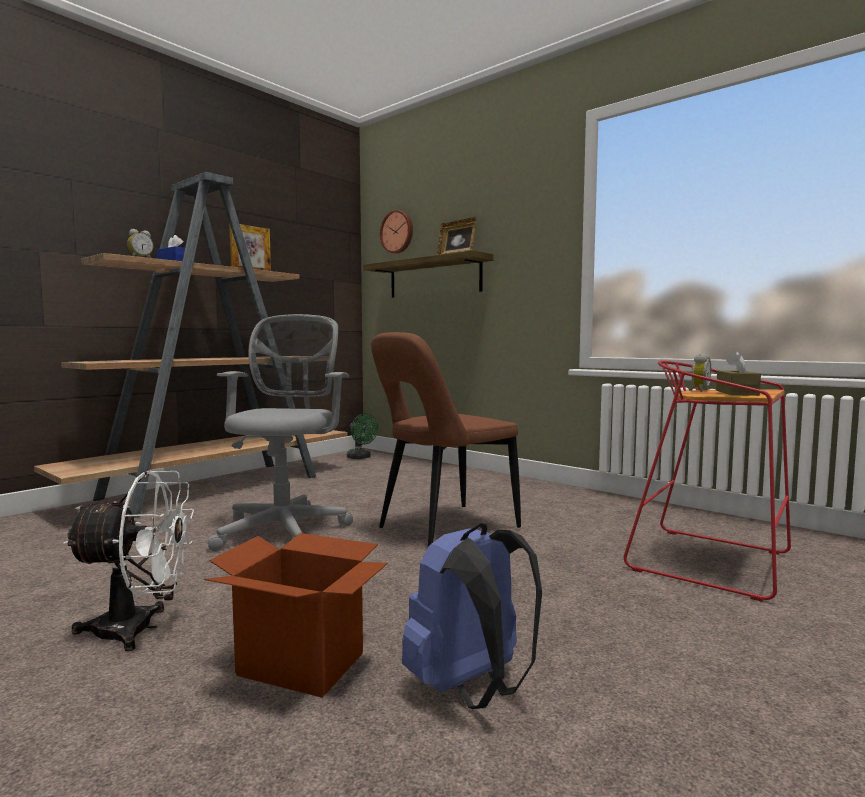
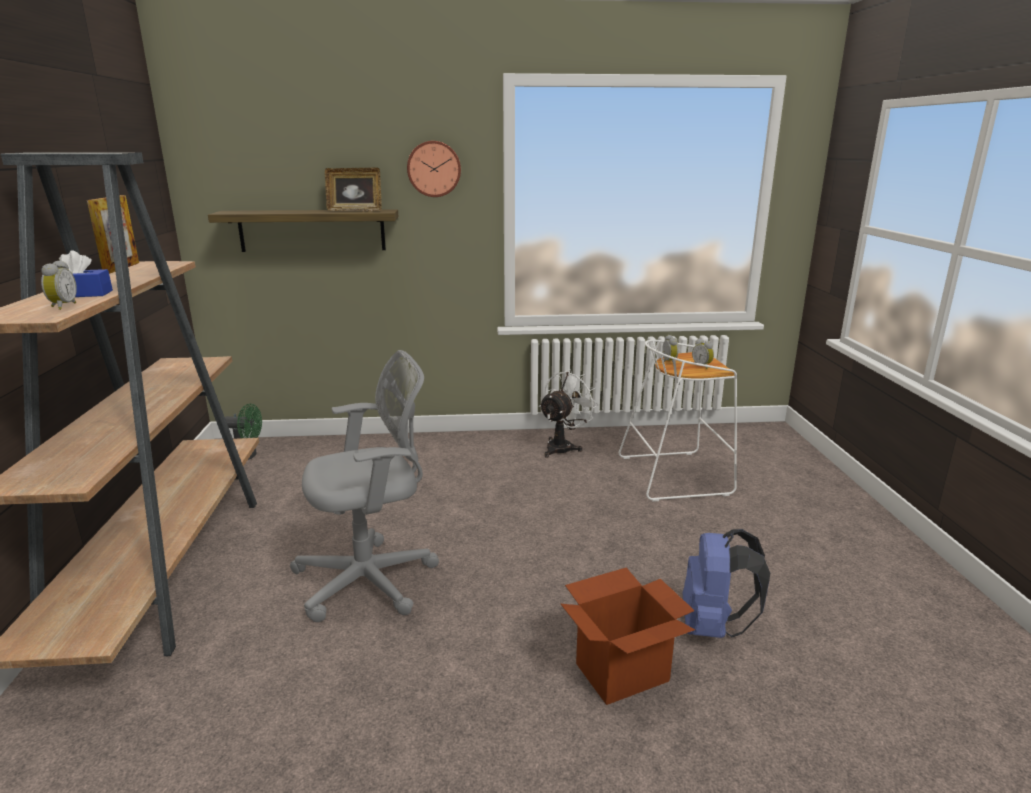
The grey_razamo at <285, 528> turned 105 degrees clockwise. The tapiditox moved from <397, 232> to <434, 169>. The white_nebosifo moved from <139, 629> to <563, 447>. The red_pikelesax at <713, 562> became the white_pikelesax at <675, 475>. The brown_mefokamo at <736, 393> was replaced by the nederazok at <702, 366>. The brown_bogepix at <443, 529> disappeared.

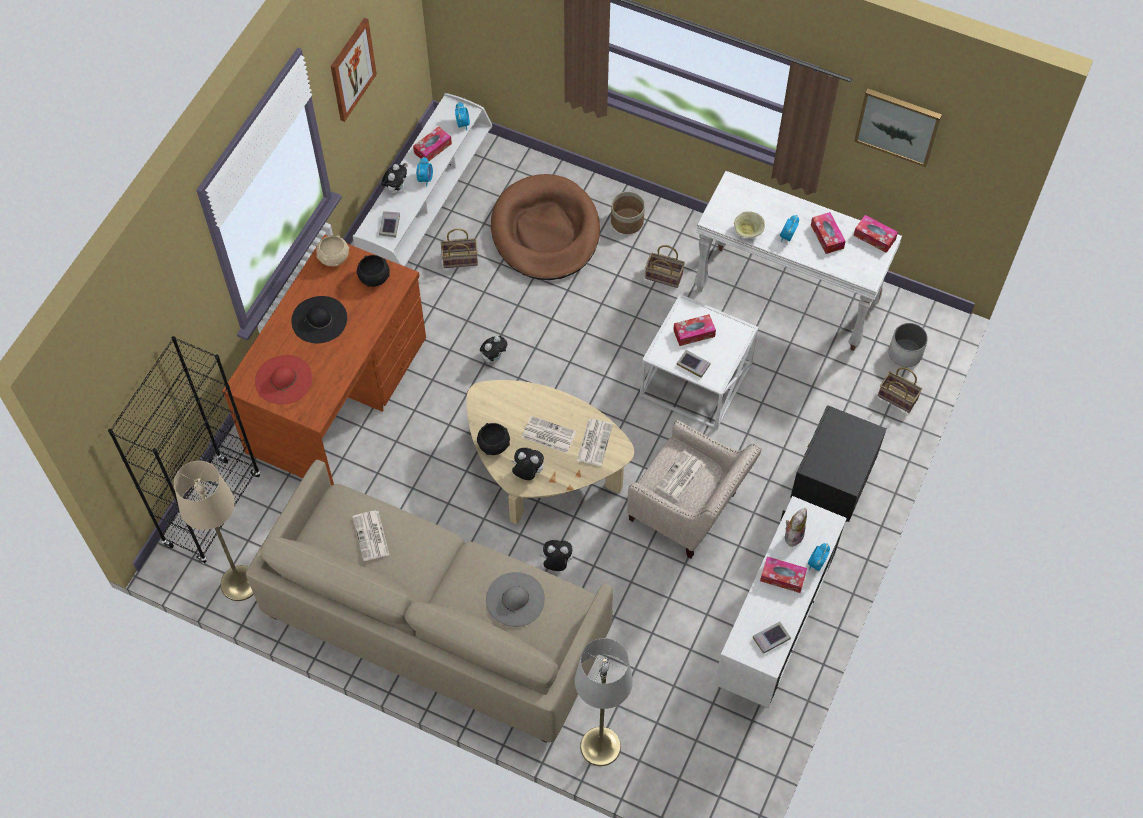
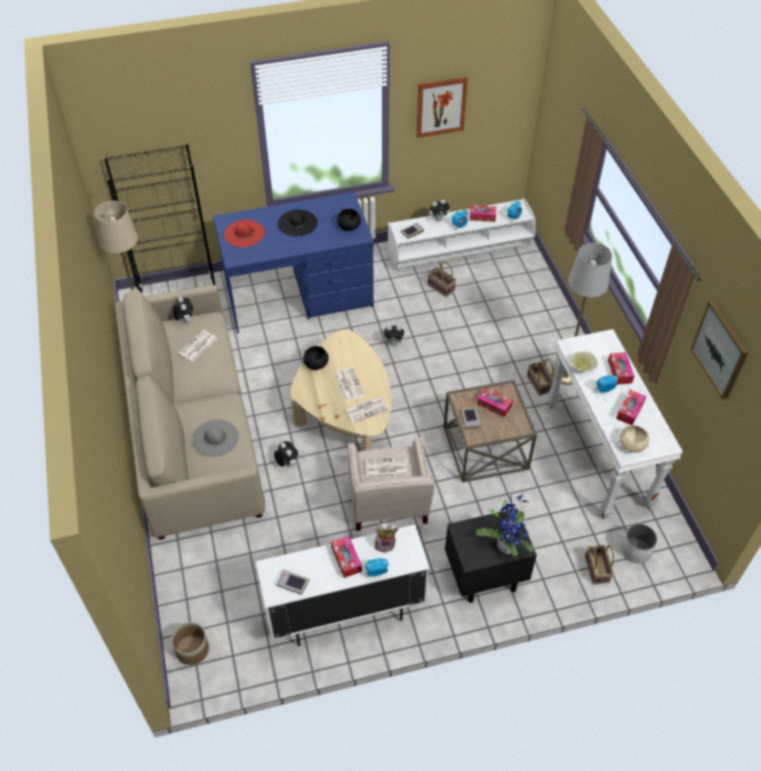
The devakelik moved from <626, 221> to <192, 649>. The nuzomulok moved from <527, 473> to <185, 320>. The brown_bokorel at <338, 395> became the blue_bokorel at <299, 295>. The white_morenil at <696, 379> became the brown_morenil at <486, 448>. The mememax at <506, 544> appeared. The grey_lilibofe moved from <600, 746> to <566, 374>. The mefokamo moved from <874, 237> to <619, 371>. The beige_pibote moved from <333, 257> to <631, 445>. The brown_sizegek at <545, 231> disappeared.

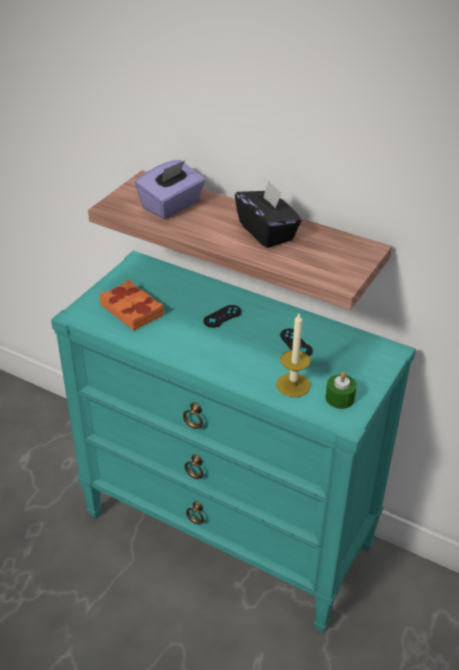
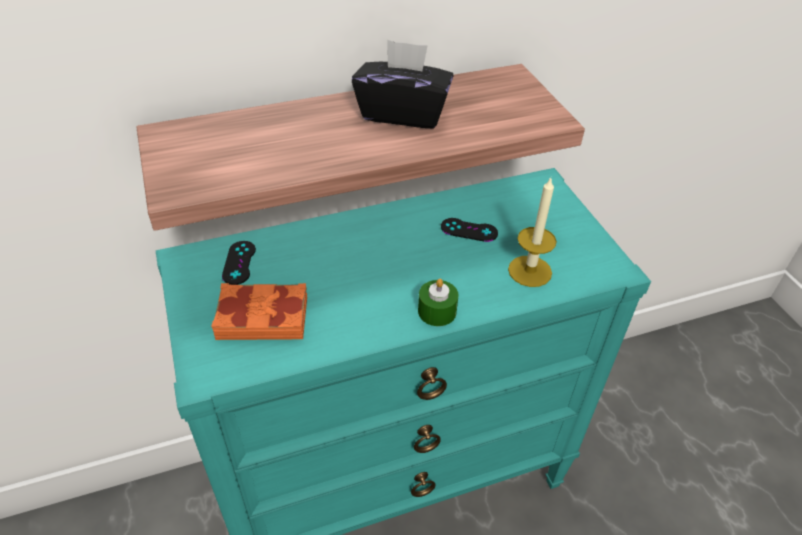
The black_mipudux moved from <222, 316> to <239, 262>. The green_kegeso moved from <340, 398> to <437, 311>. The purple_mefokamo at <172, 205> disappeared.

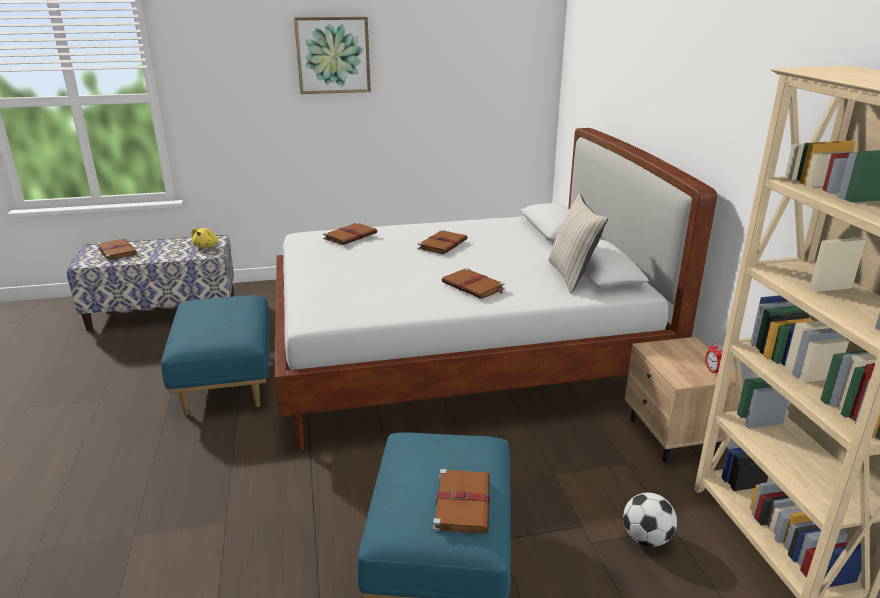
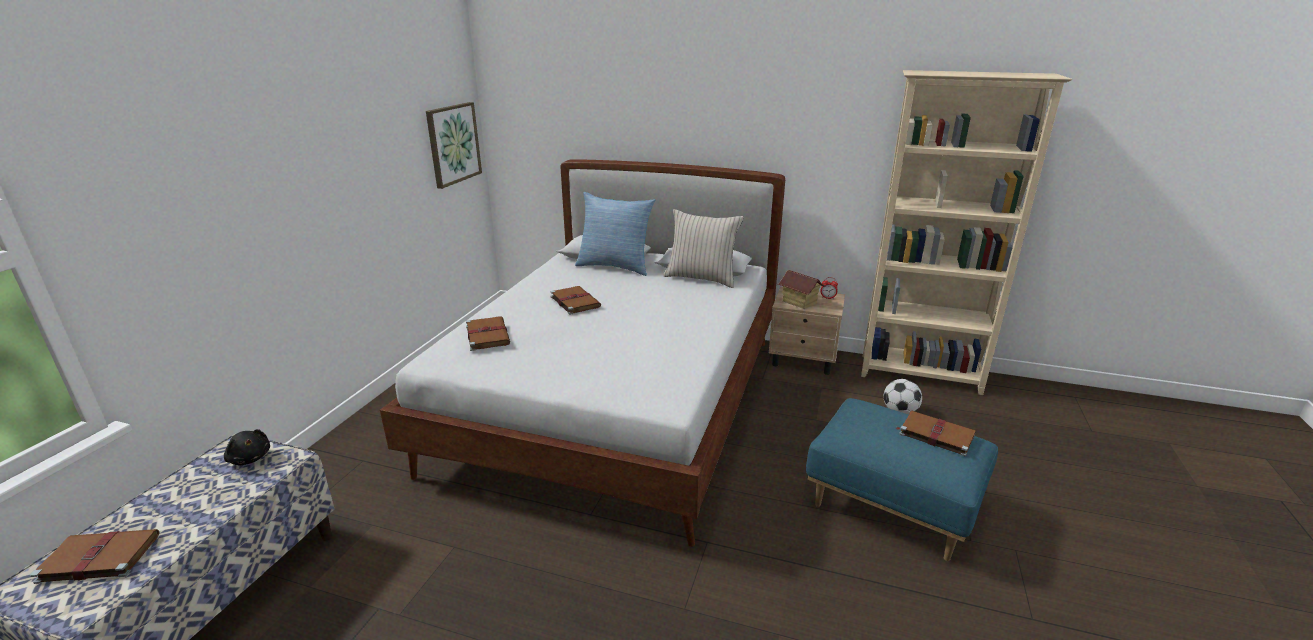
The yellow_nuzomulok at <206, 246> became the black_nuzomulok at <250, 458>. The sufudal moved from <333, 55> to <453, 144>. The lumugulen at <615, 266> appeared. The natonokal at <799, 302> appeared. The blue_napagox at <228, 381> disappeared. The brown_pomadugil at <474, 286> disappeared.

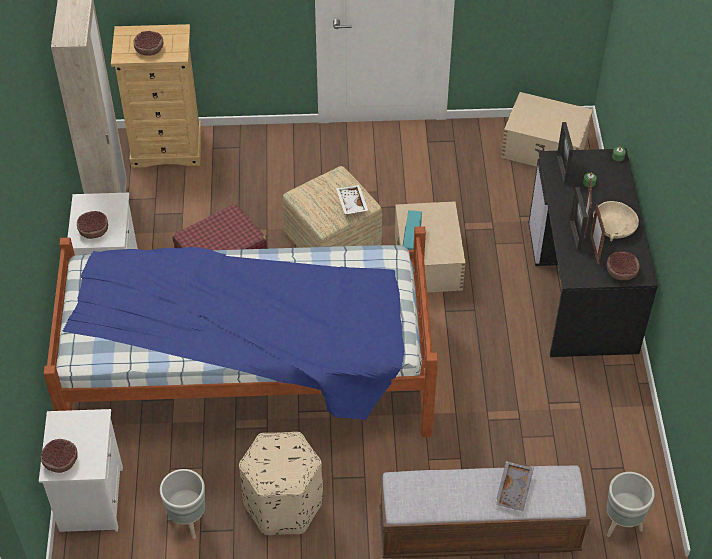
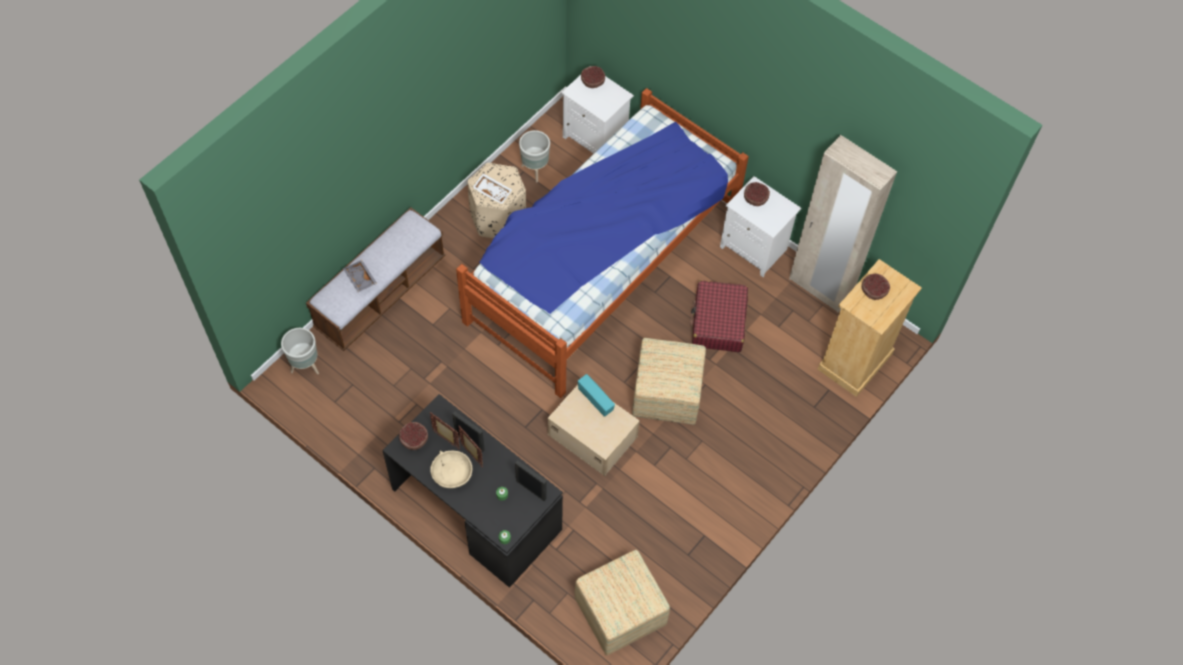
The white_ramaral moved from <351, 203> to <492, 191>. The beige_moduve at <545, 148> was replaced by the napagox at <619, 613>.

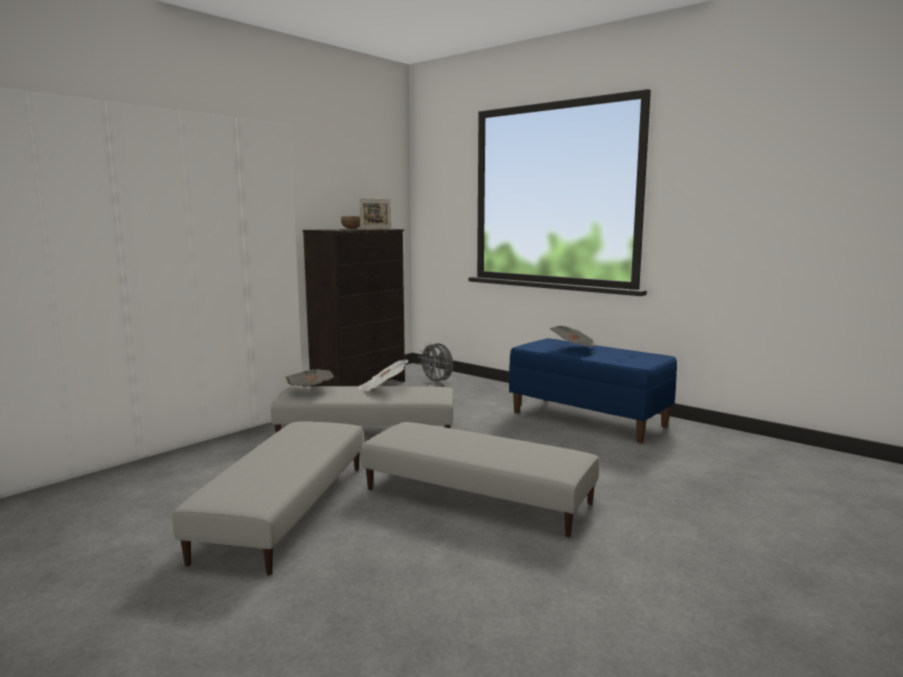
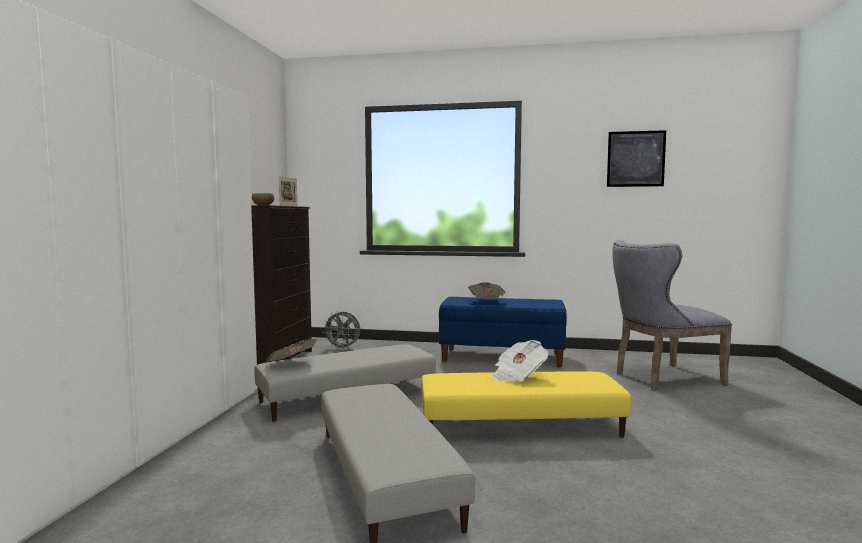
The grey_napagox at <477, 496> became the yellow_napagox at <519, 425>. The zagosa moved from <382, 388> to <518, 376>. The sufudal at <635, 159> appeared. The grey_bogepix at <661, 378> appeared.

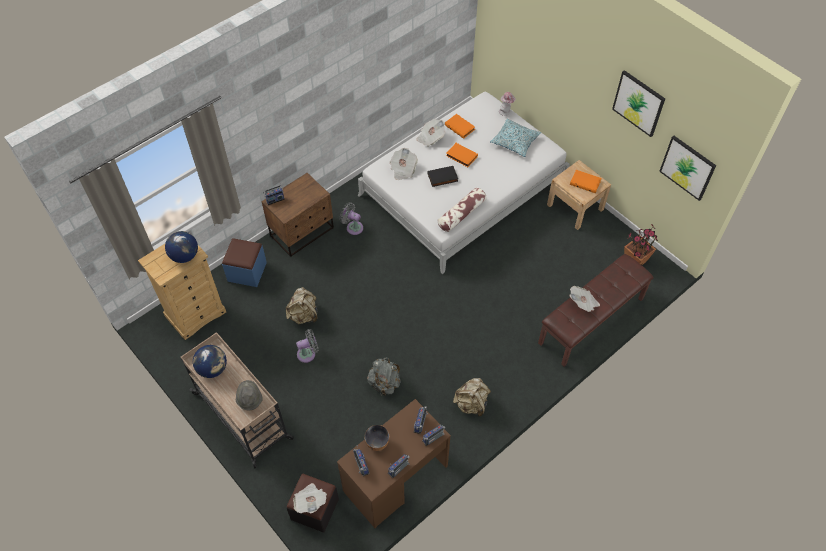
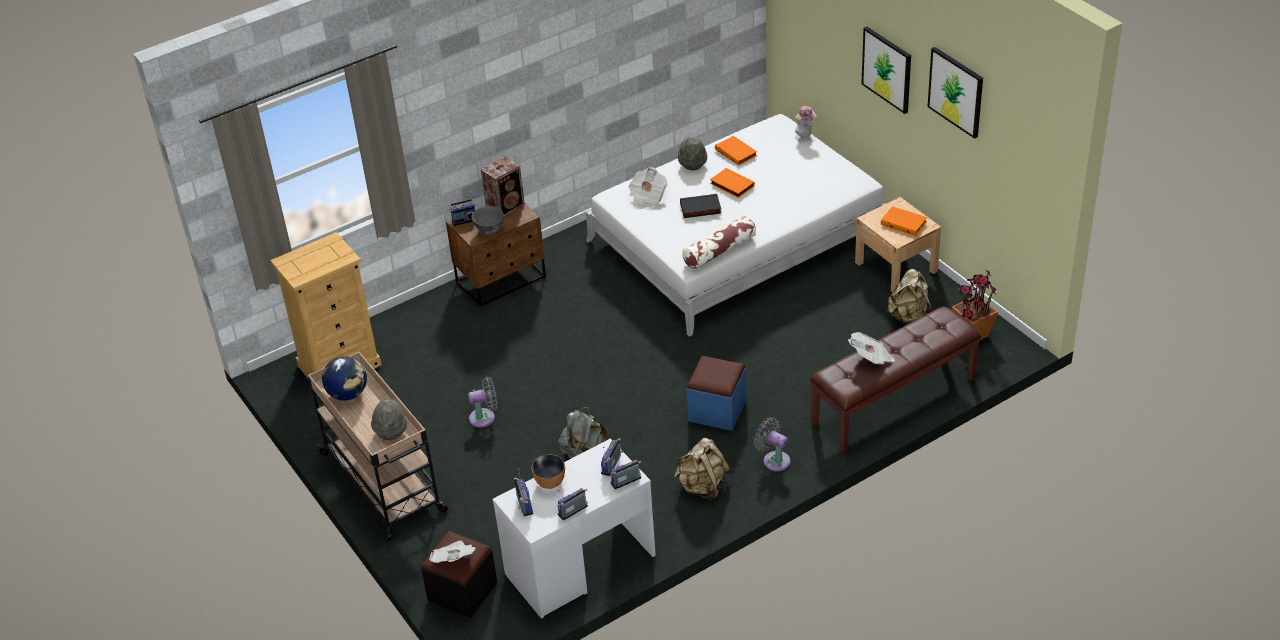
The grey_pibote at <490, 230> appeared. The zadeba at <506, 206> appeared. The brown_bokorel at <395, 478> became the white_bokorel at <580, 565>. The zagosa at <430, 138> was replaced by the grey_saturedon at <692, 163>. The blue_napagox moved from <247, 271> to <717, 410>. The grey_nebosifo moved from <353, 227> to <774, 460>. The sufudal moved from <687, 167> to <887, 69>. The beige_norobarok moved from <303, 315> to <909, 316>. The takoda at <184, 256> disappeared. The lumugulen at <515, 141> disappeared.

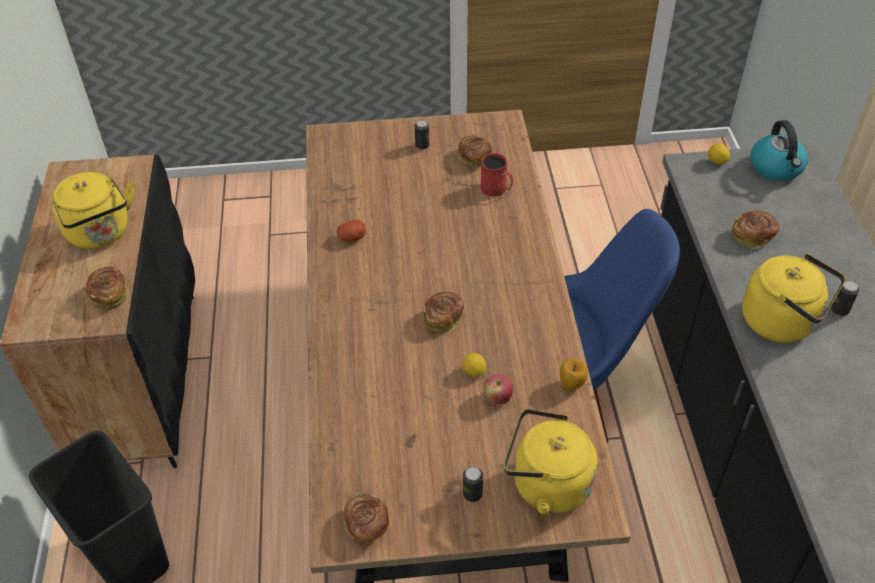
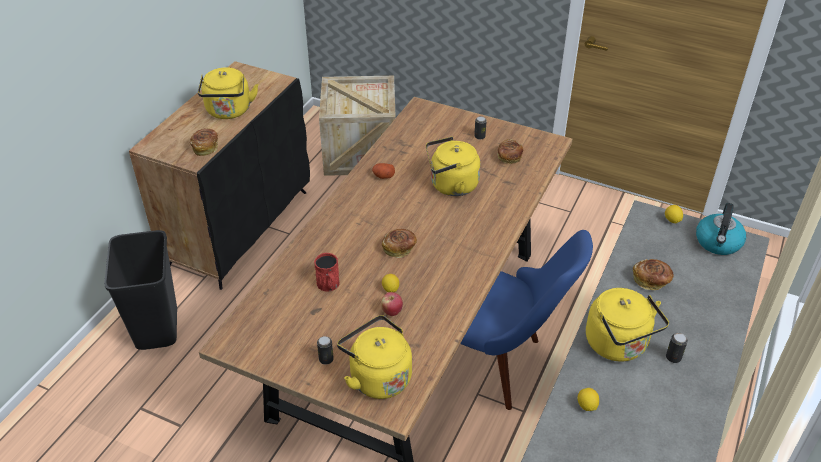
The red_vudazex moved from <496, 189> to <329, 285>. The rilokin at <360, 152> appeared. The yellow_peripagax at <451, 185> appeared. The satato at <586, 406> appeared. The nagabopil at <367, 526> disappeared. The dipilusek at <571, 385> disappeared.

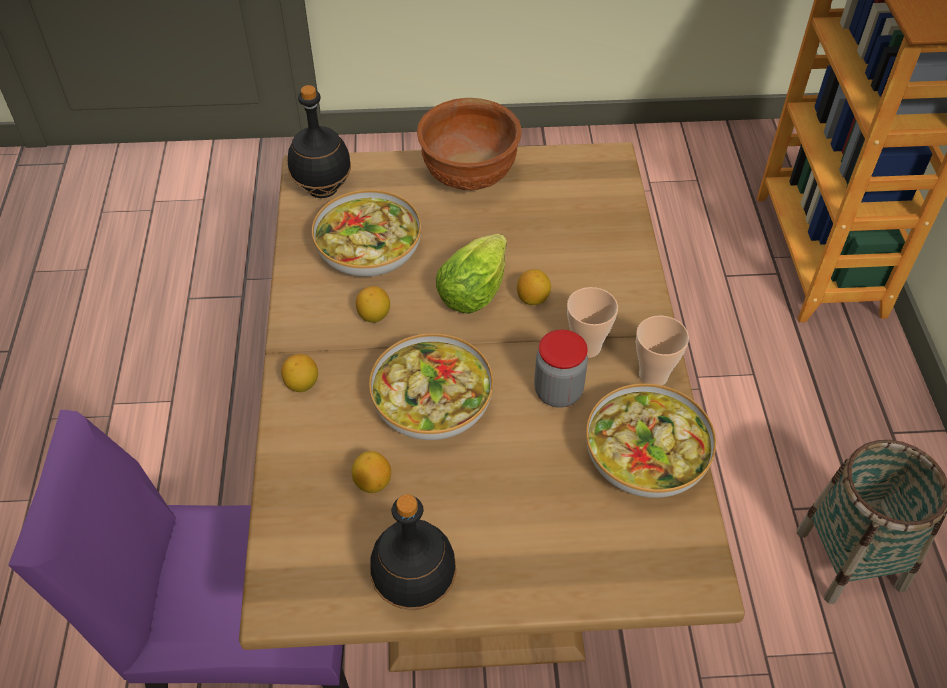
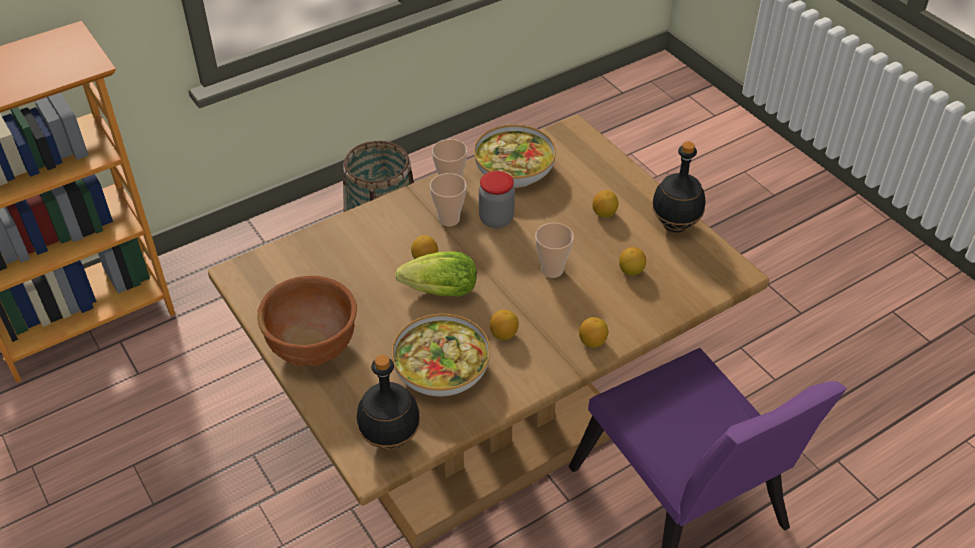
The pibote at <433, 403> was replaced by the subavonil at <552, 270>. The satato at <604, 213> appeared.

